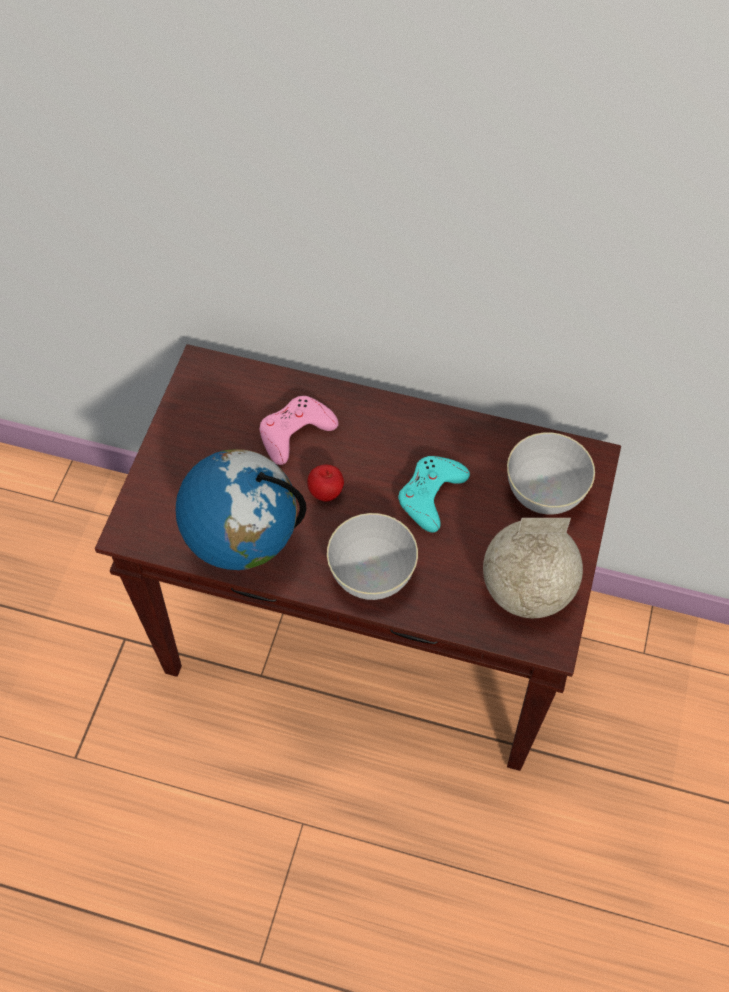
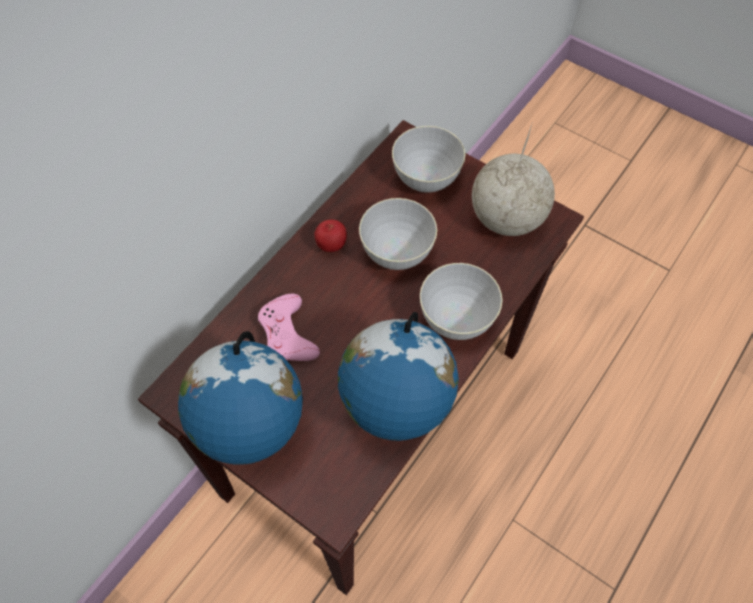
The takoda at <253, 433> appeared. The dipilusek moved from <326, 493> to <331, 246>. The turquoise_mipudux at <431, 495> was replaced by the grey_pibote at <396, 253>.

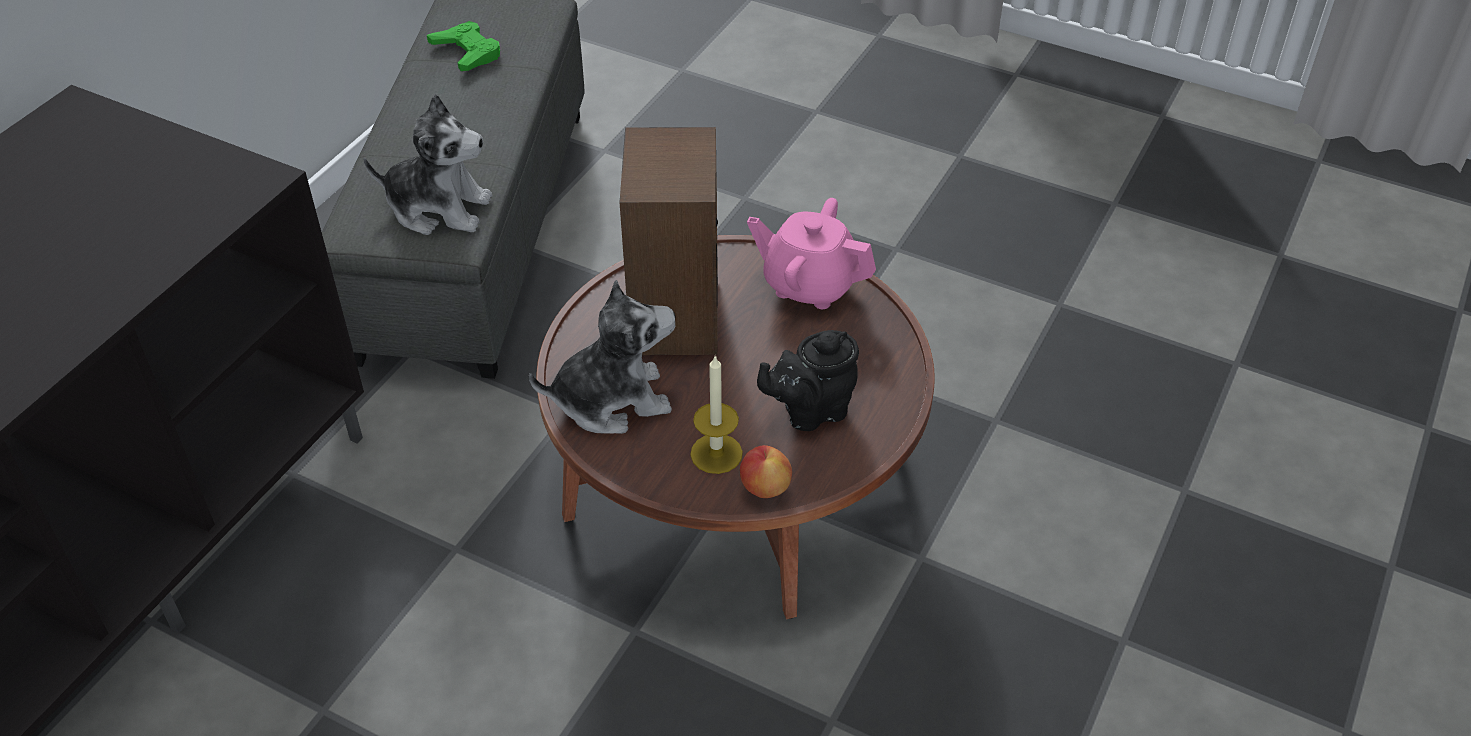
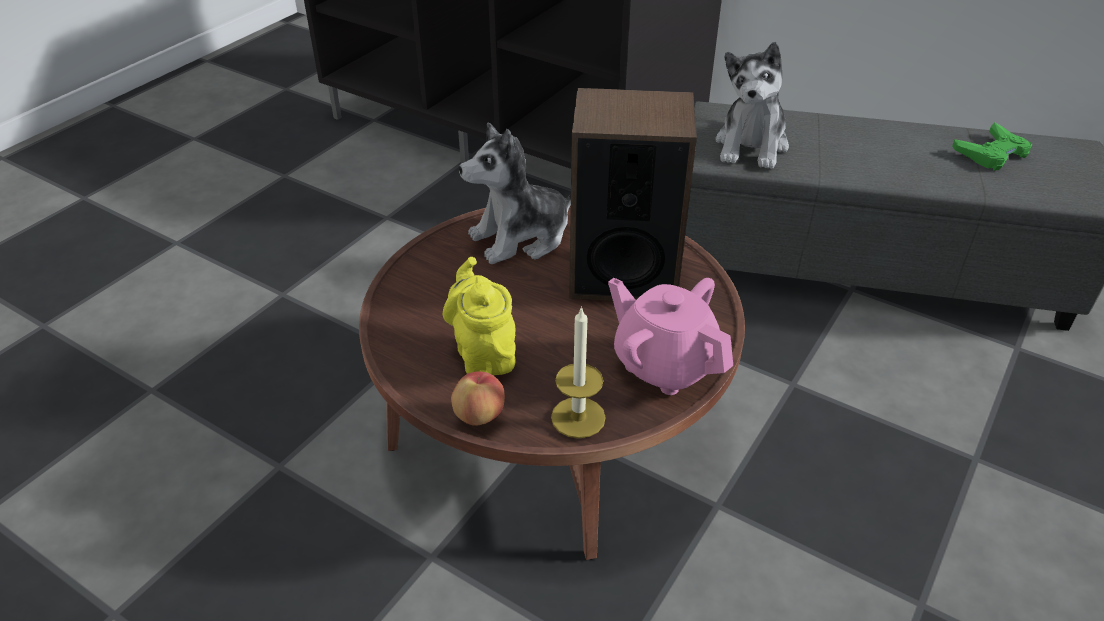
The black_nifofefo at <810, 411> became the yellow_nifofefo at <484, 353>. The dipilusek moved from <765, 487> to <479, 415>. The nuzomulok at <612, 400> turned 75 degrees clockwise. The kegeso moved from <716, 453> to <578, 417>. The pink_nifofefo at <809, 284> turned 75 degrees counterclockwise.

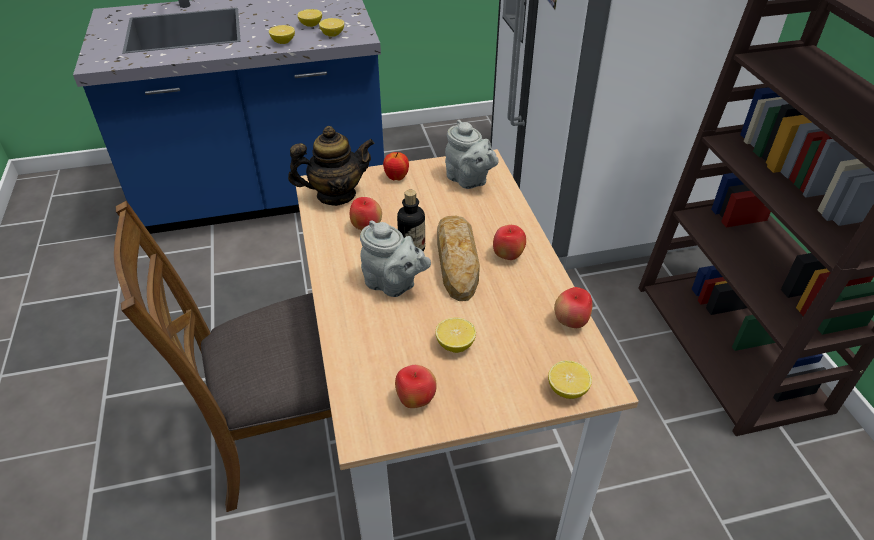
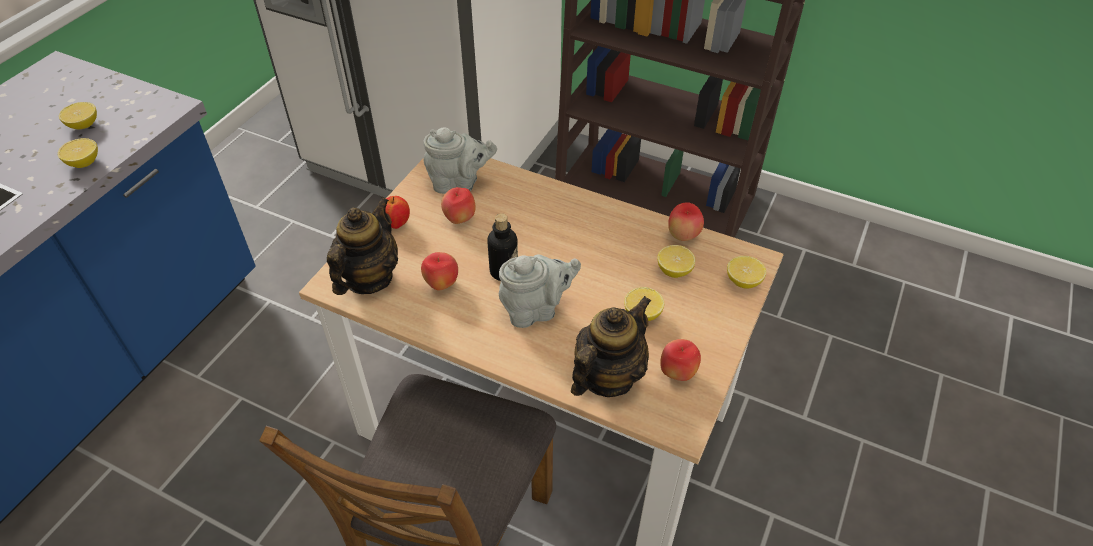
The dipilusek moved from <508, 256> to <459, 219>. The nifofefo at <607, 377> appeared. The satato moved from <332, 34> to <674, 270>. The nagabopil at <457, 261> disappeared.

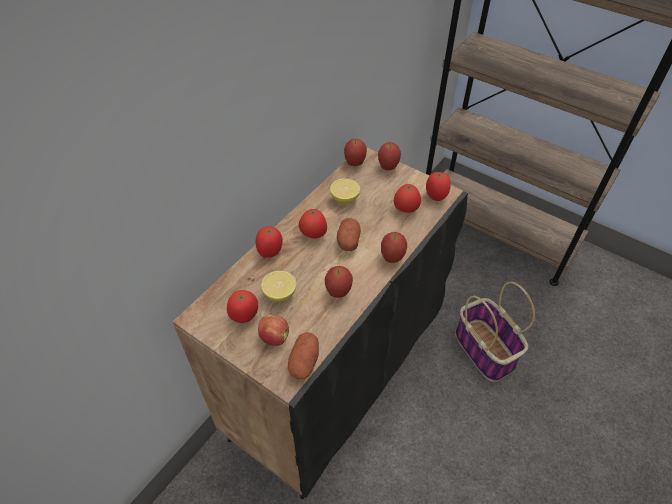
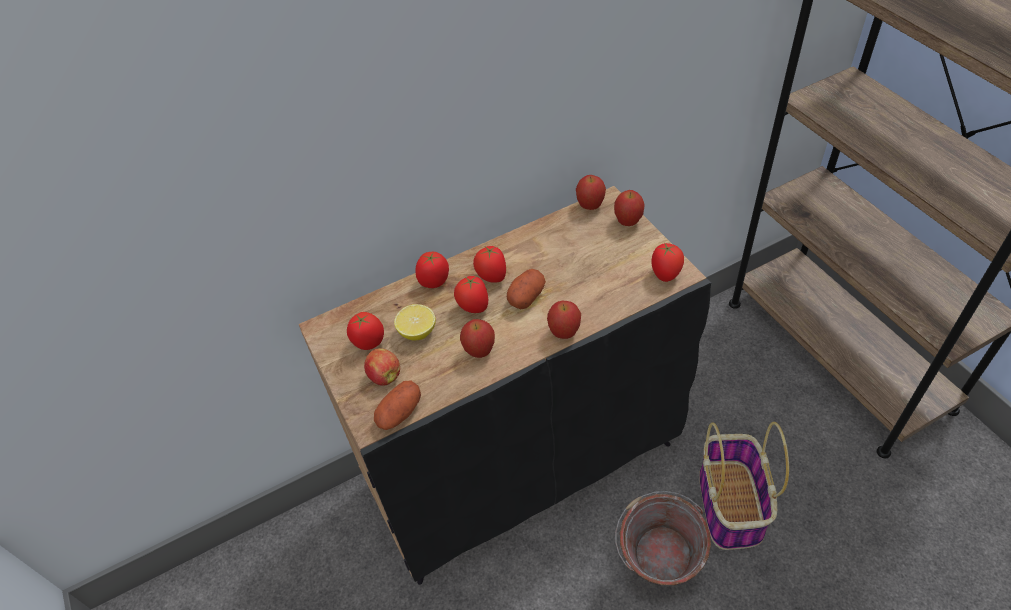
The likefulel moved from <405, 209> to <473, 307>. The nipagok at <655, 570> appeared. The satato at <344, 198> disappeared.

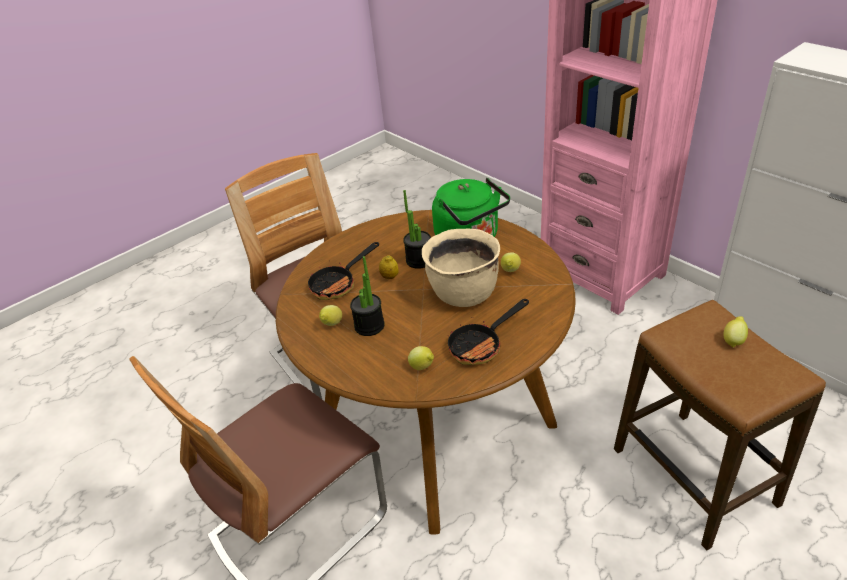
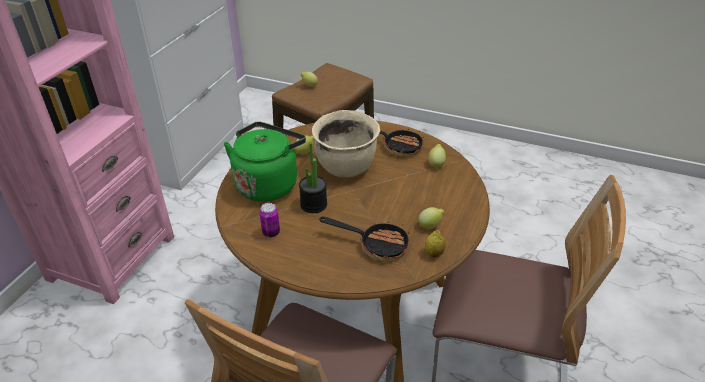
The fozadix at <271, 233> appeared. The satato moved from <389, 277> to <434, 253>. The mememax at <369, 326> disappeared.

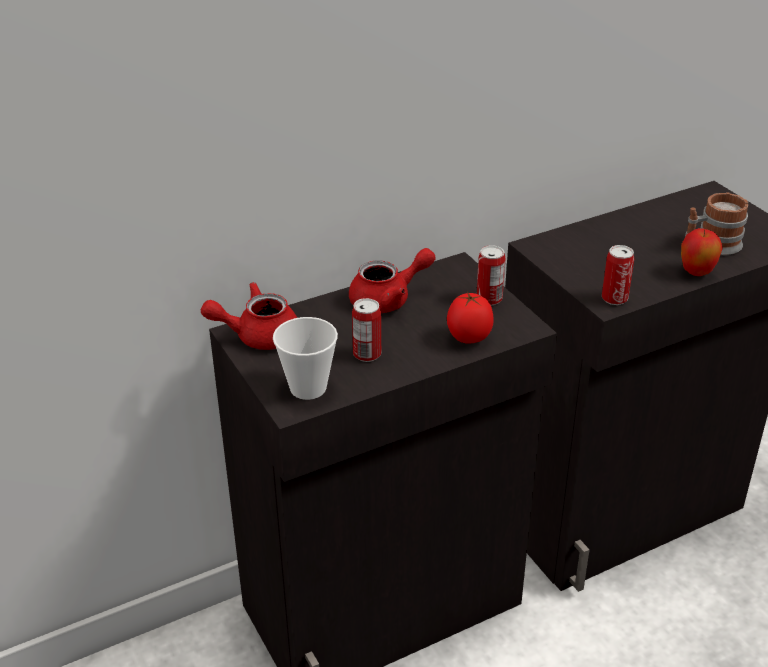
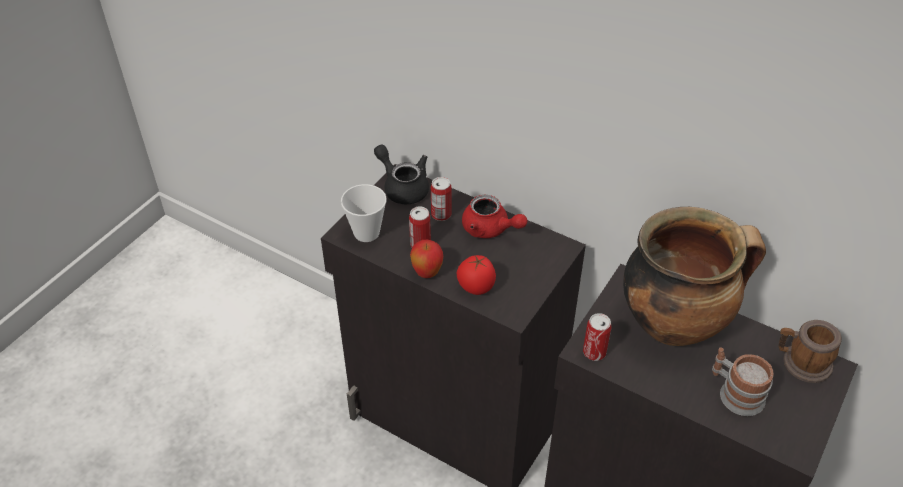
The red_nifofefo at <257, 335> became the black_nifofefo at <403, 187>. The dipilusek moved from <696, 273> to <427, 273>. The fozadix moved from <489, 299> to <441, 214>. The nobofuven at <674, 323> appeared. The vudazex at <801, 363> appeared.

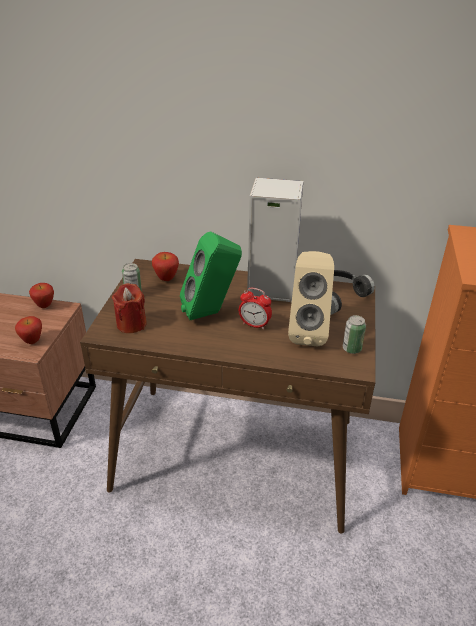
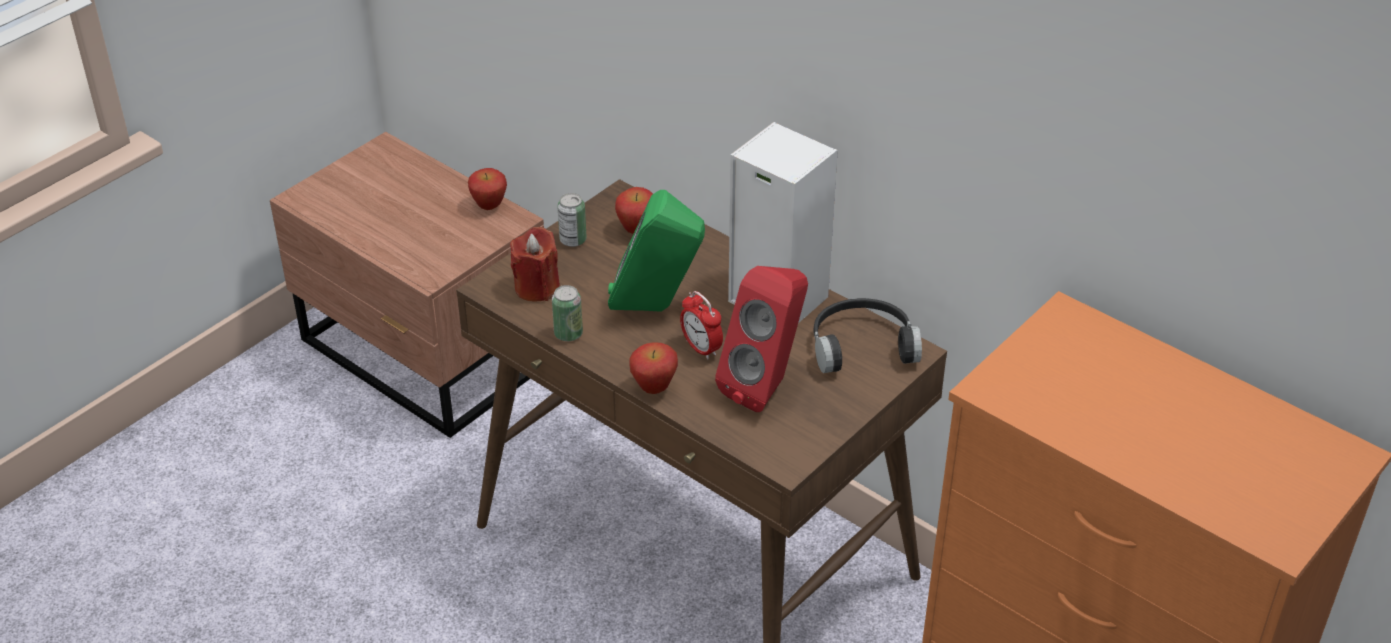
The fozadix moved from <351, 349> to <568, 334>. The dipilusek moved from <32, 341> to <654, 388>. The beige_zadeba at <307, 332> became the red_zadeba at <766, 386>.

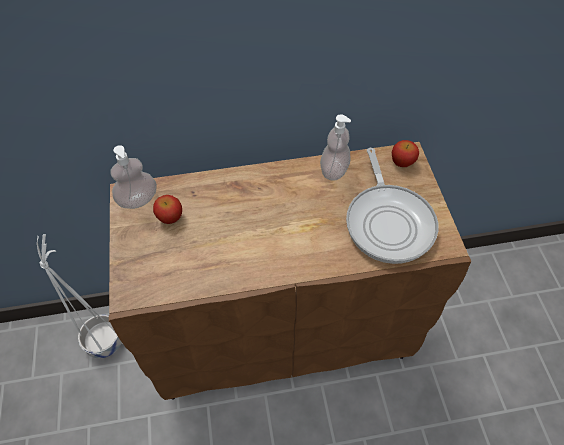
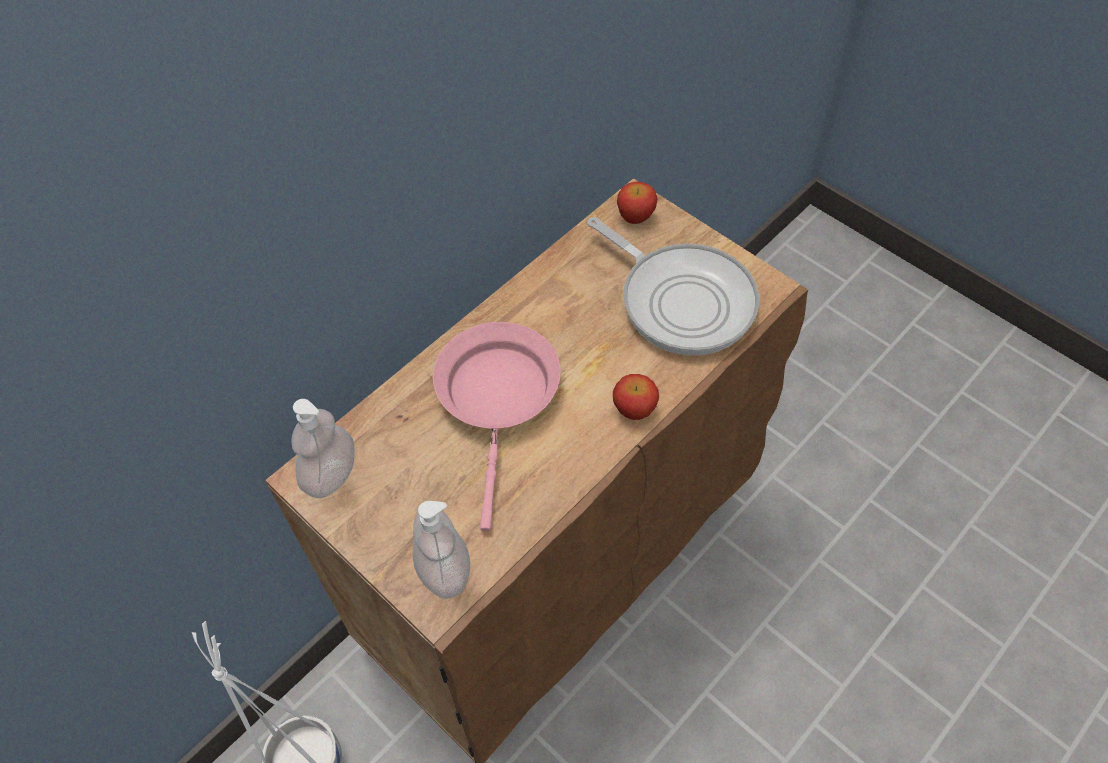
The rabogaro moved from <334, 170> to <444, 570>. The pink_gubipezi at <498, 399> appeared. The dipilusek moved from <170, 217> to <634, 409>.

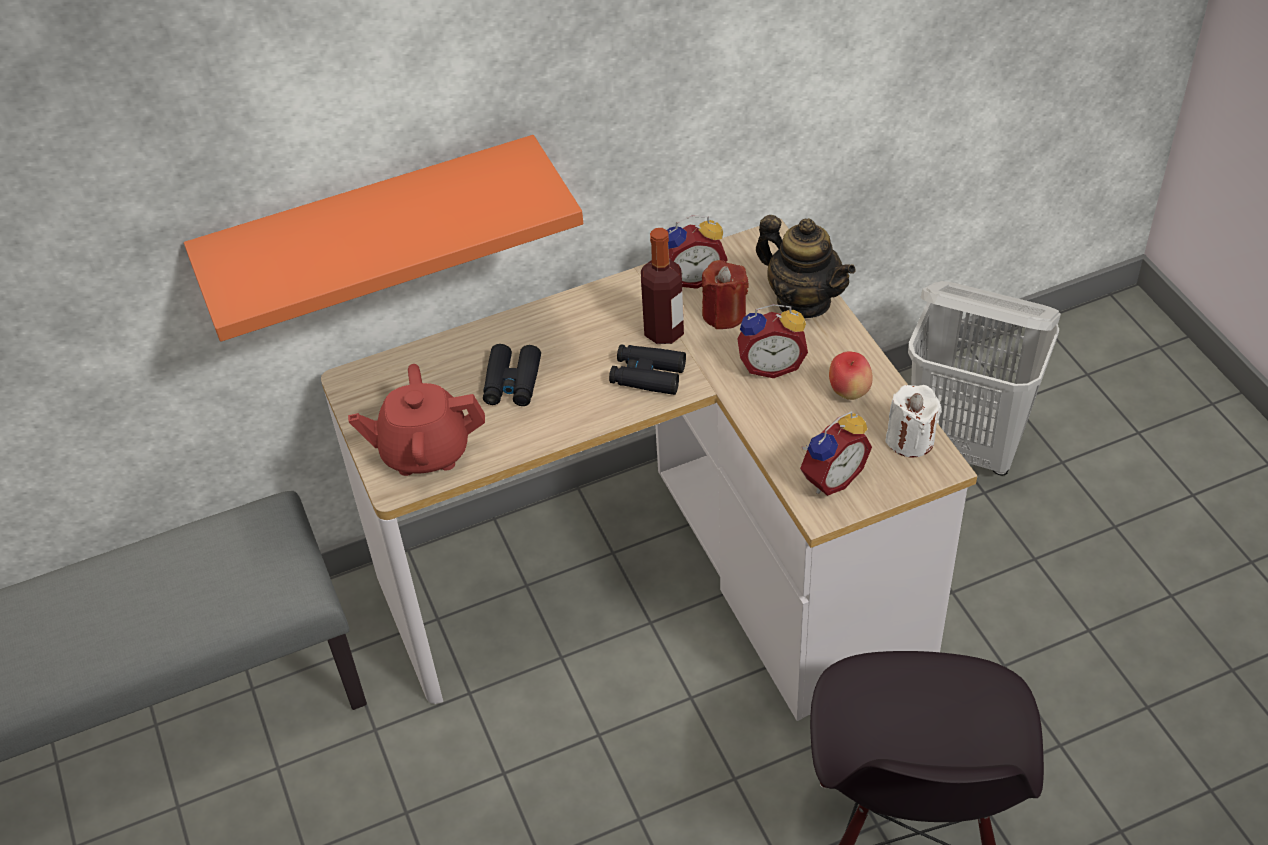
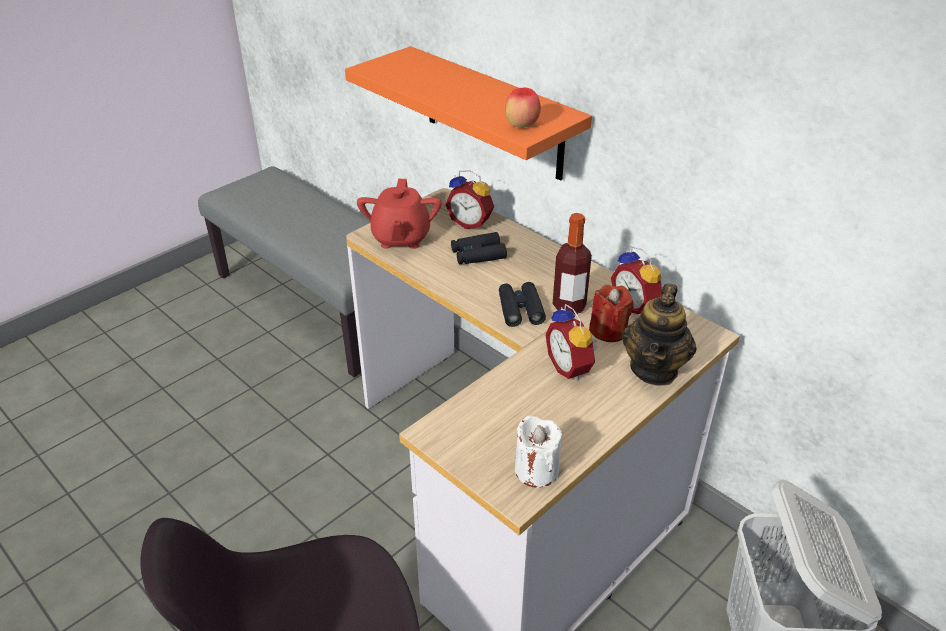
The red_nifofefo at <425, 451> turned 150 degrees counterclockwise. The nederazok moved from <830, 477> to <471, 223>. The dipilusek moved from <849, 392> to <522, 125>.

